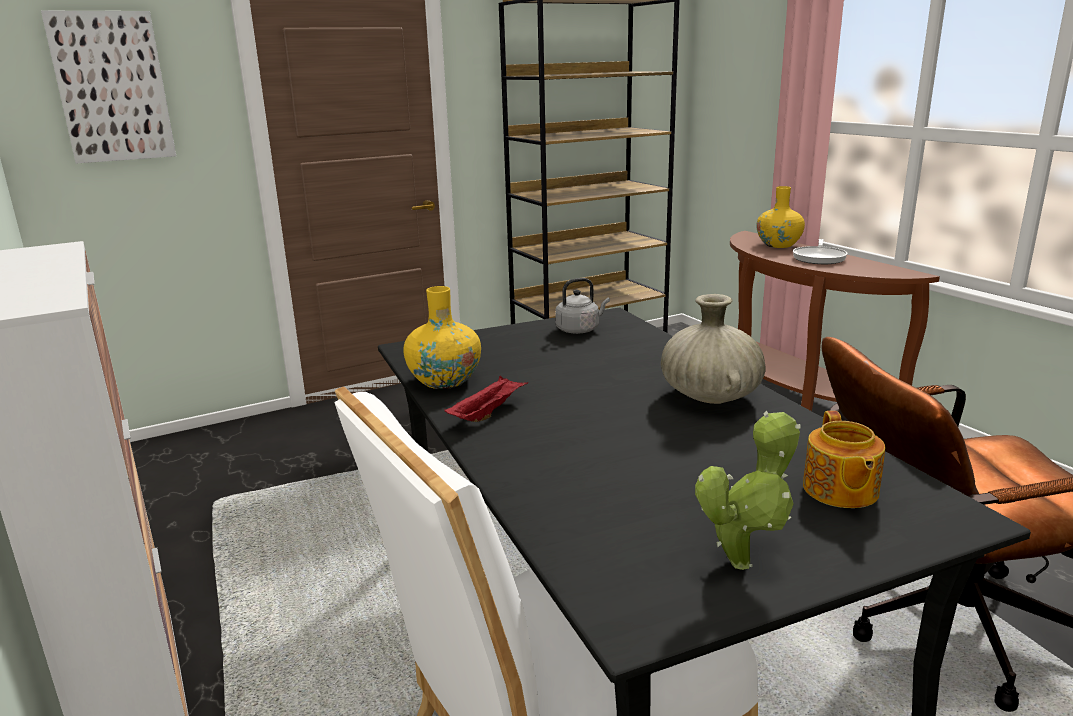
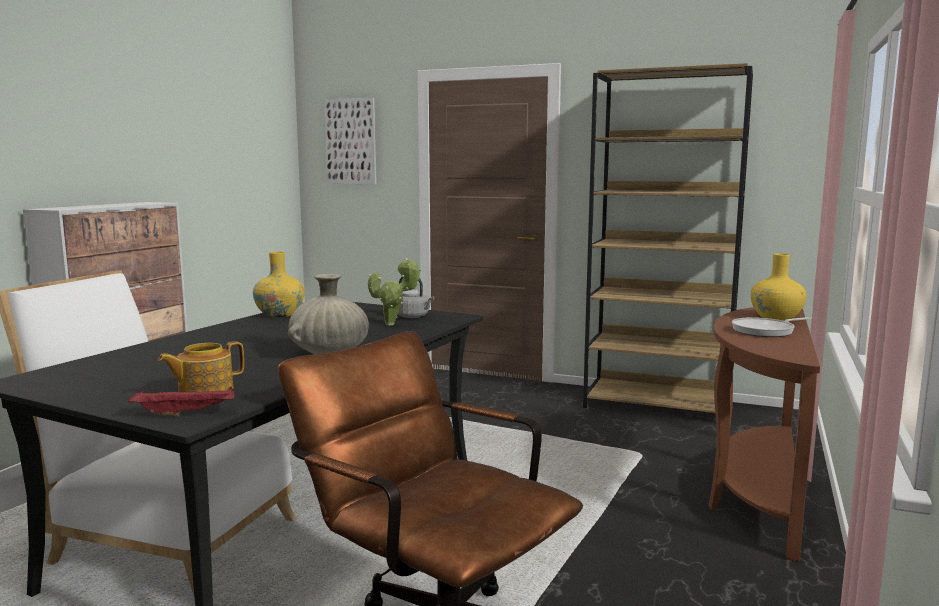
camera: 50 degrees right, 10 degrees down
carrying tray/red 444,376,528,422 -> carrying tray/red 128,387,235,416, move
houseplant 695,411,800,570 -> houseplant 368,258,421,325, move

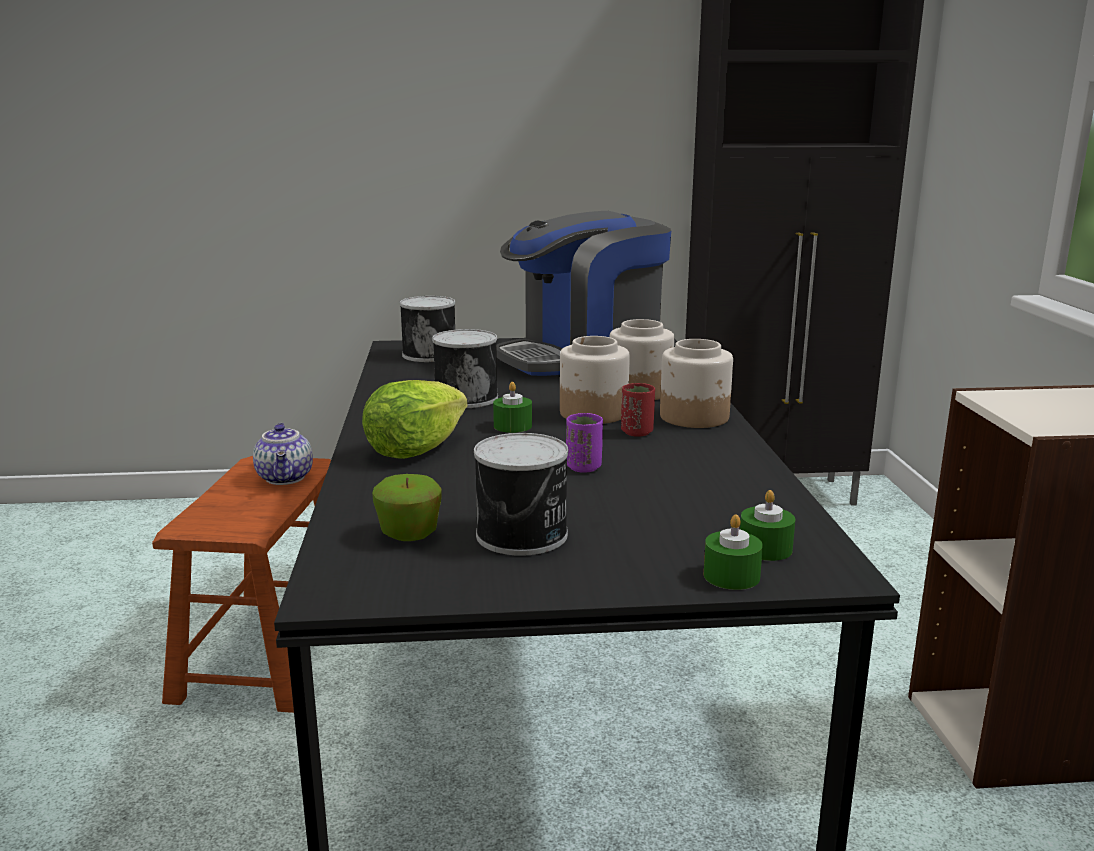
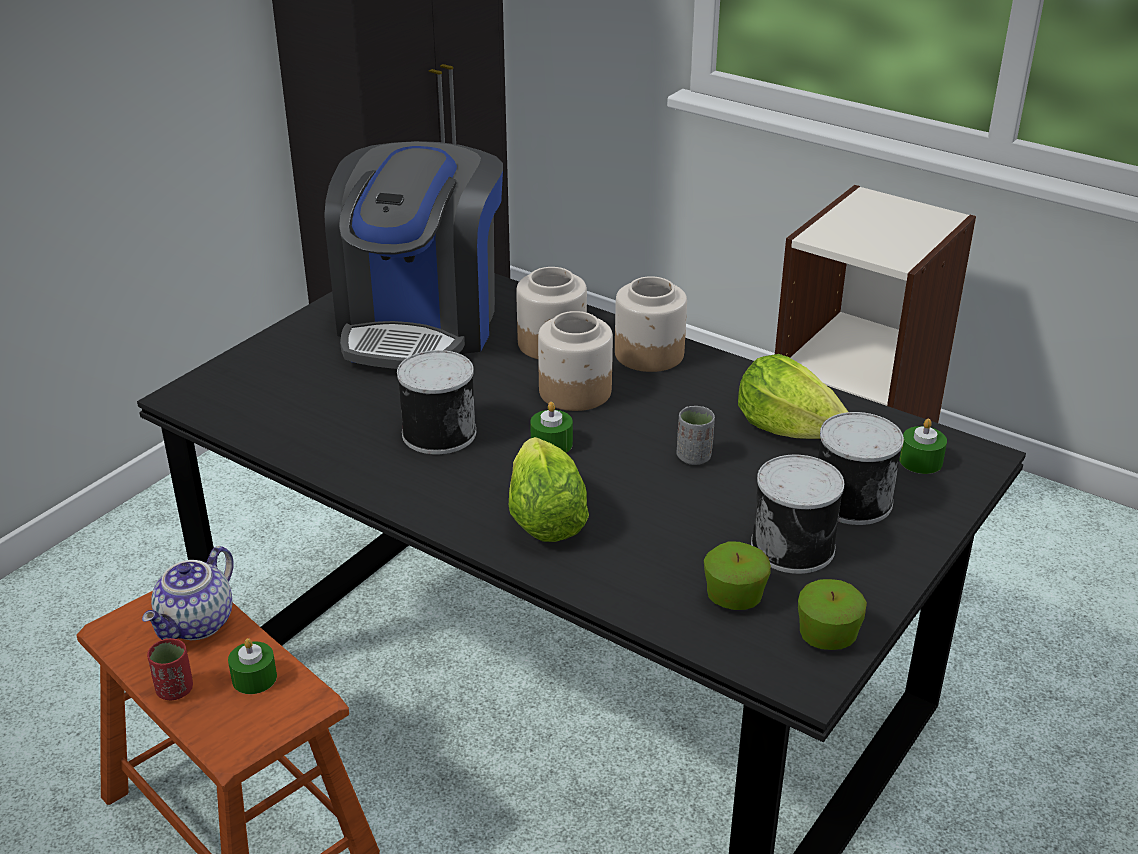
camera: 50 degrees left, 15 degrees up
none -> head of lettuce 738,354,848,439
none -> apple 798,579,867,650
can 400,296,455,362 -> can 818,412,904,525, move
cup/red 621,383,655,437 -> cup/red 147,638,193,700, move
candle/green-coloured 704,515,763,590 -> candle/green-coloured 228,638,277,694, move
cup/purple 566,413,603,473 -> cup/greyish 677,406,715,465
pot for tea 253,423,313,485 -> pot for tea 142,546,234,640, 90 degrees clockwise

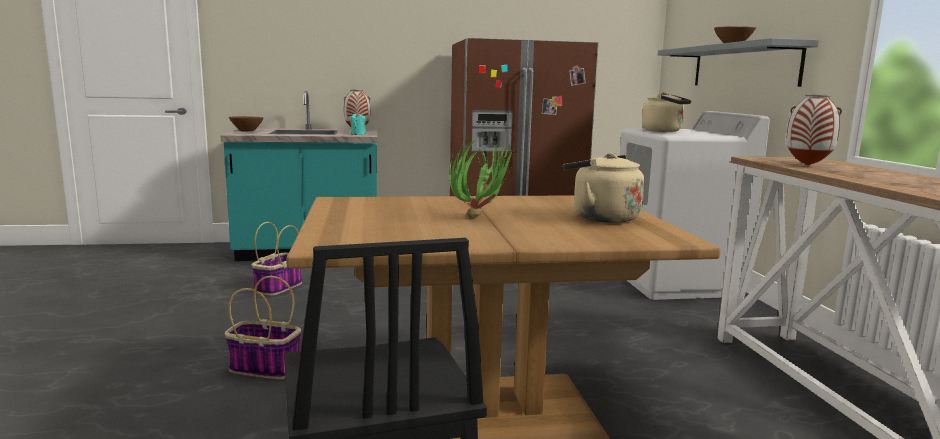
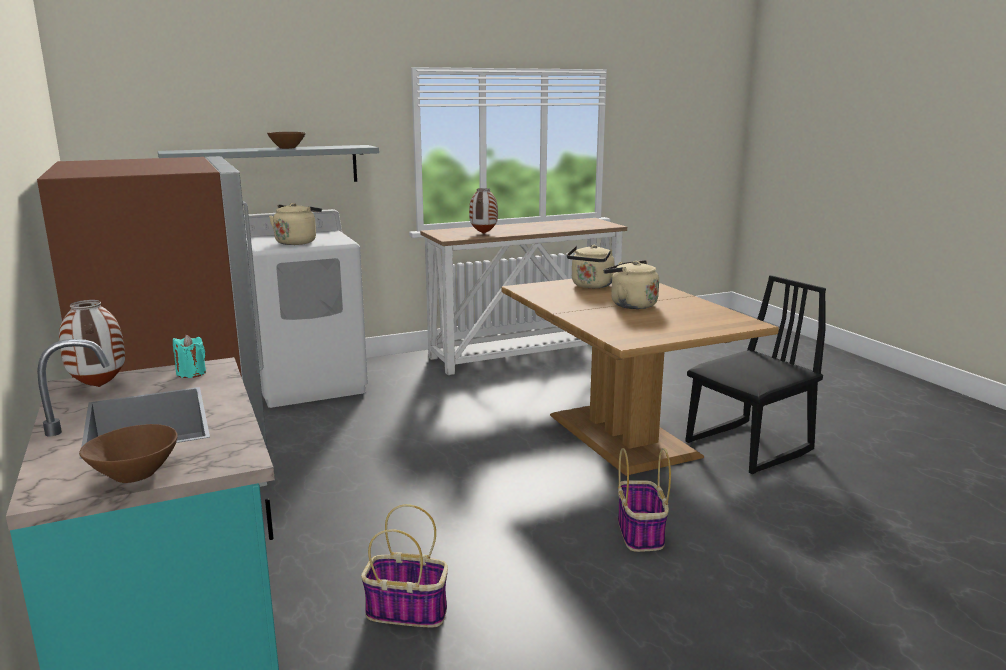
camera: 105 degrees left, 5 degrees up
houseplant 449,137,519,219 -> tea kettle/sand-coloured 603,260,659,309

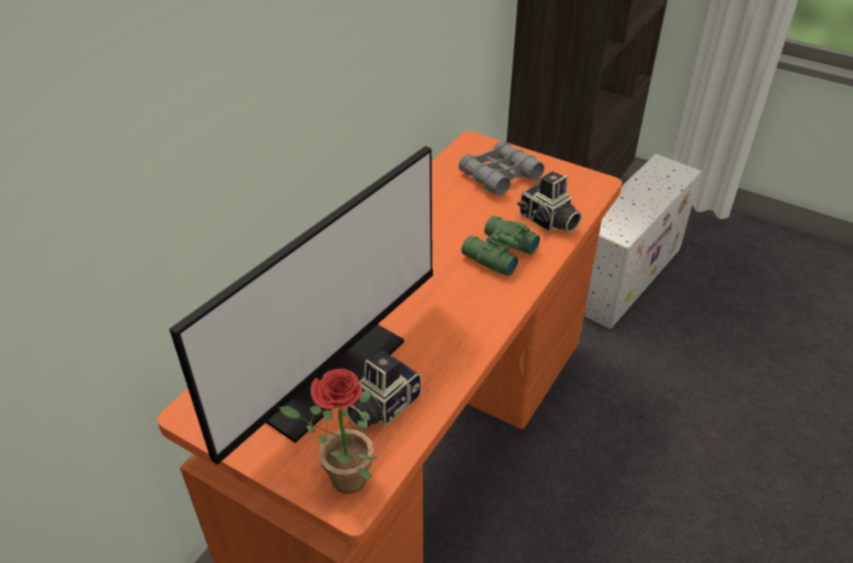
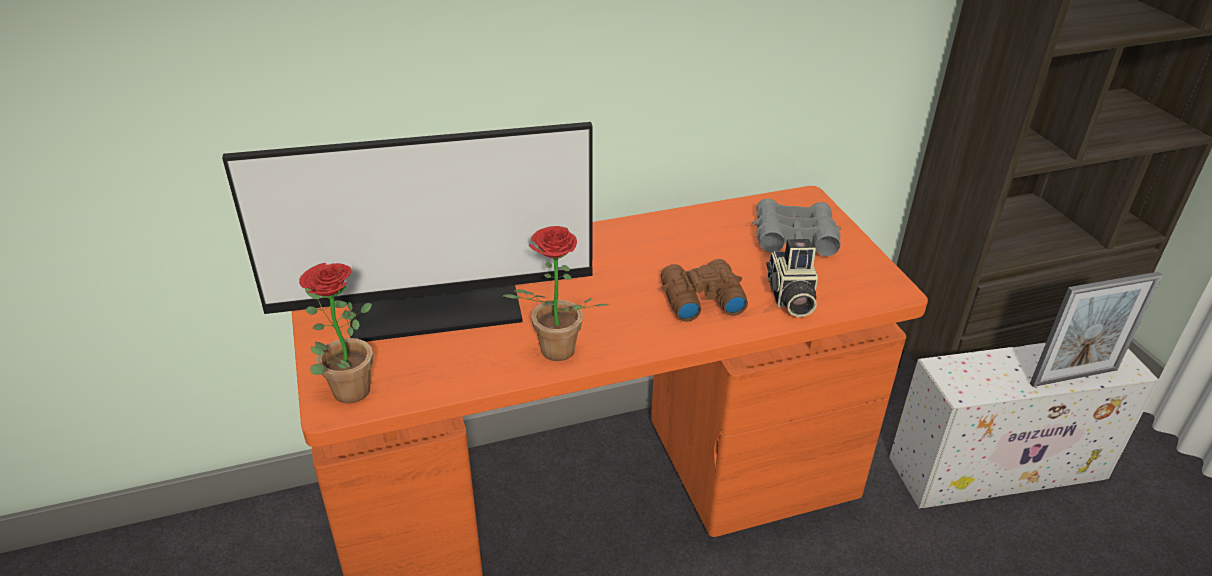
camera: 40 degrees right, 5 degrees down
photo camera 345,351,421,430 -> none
none -> houseplant 503,226,609,361
none -> photo frame 1030,272,1163,387
field glasses/green-coloured 461,216,540,276 -> field glasses/brown 660,259,748,322

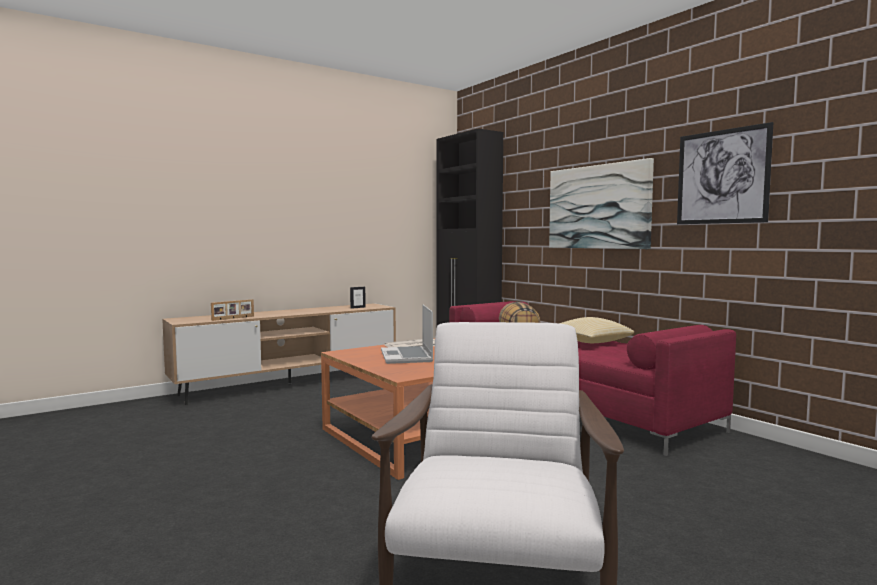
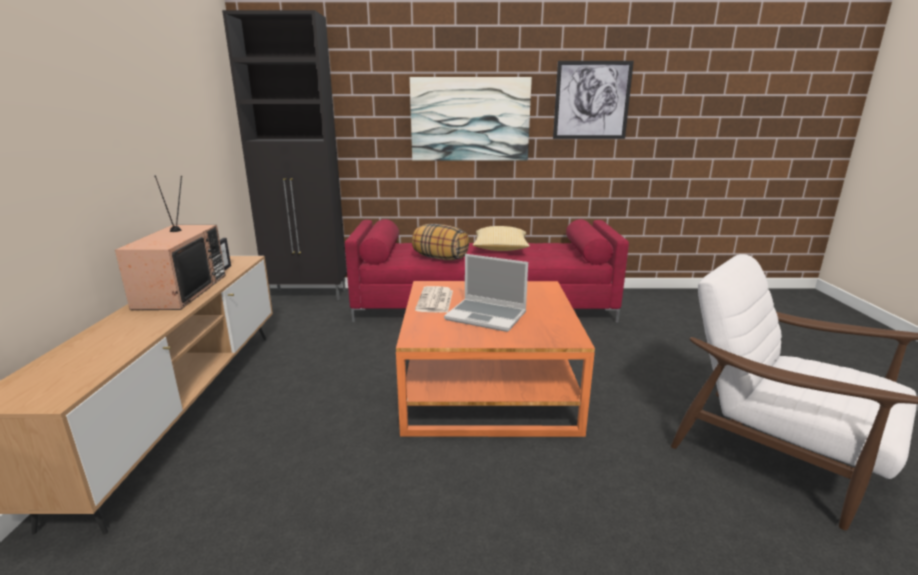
camera: 55 degrees left, 15 degrees up
photo frame 211,299,254,321 -> none
none -> TV set 115,175,226,310

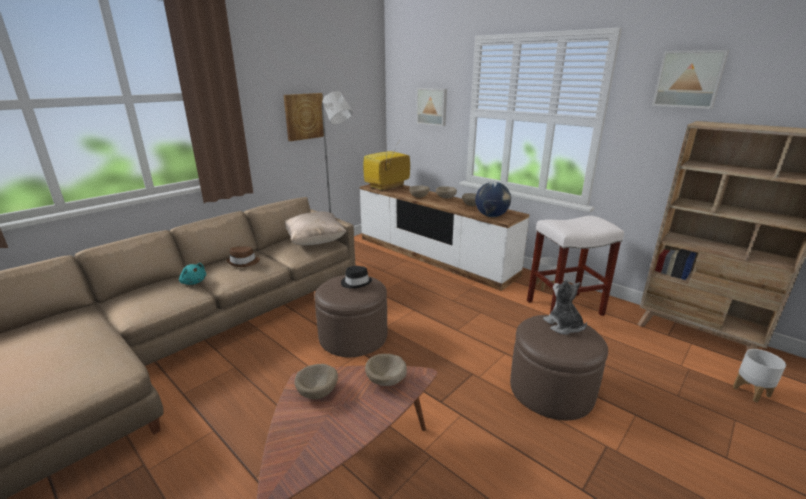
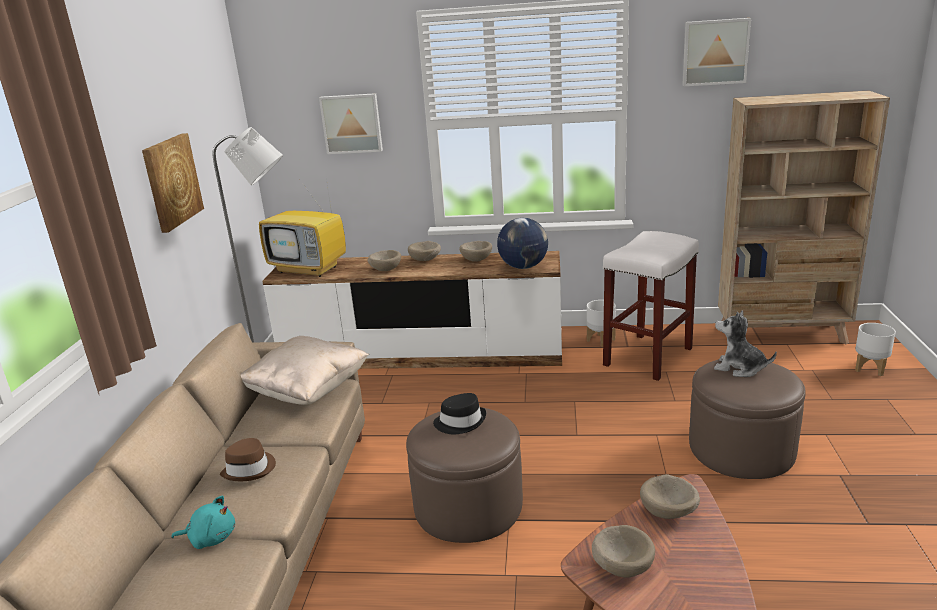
camera: 35 degrees left, 0 degrees up
TV set 363,139,410,191 -> TV set 259,172,346,277, 75 degrees counterclockwise

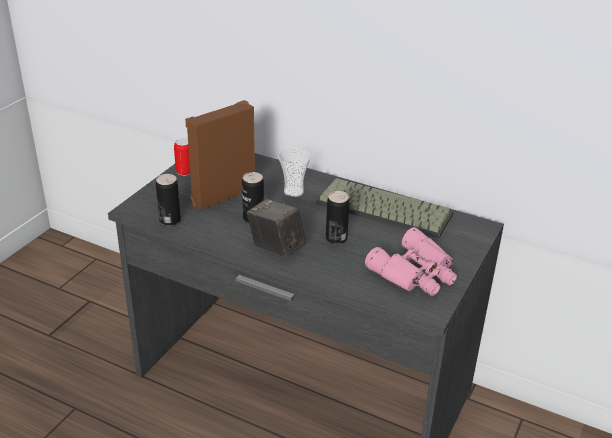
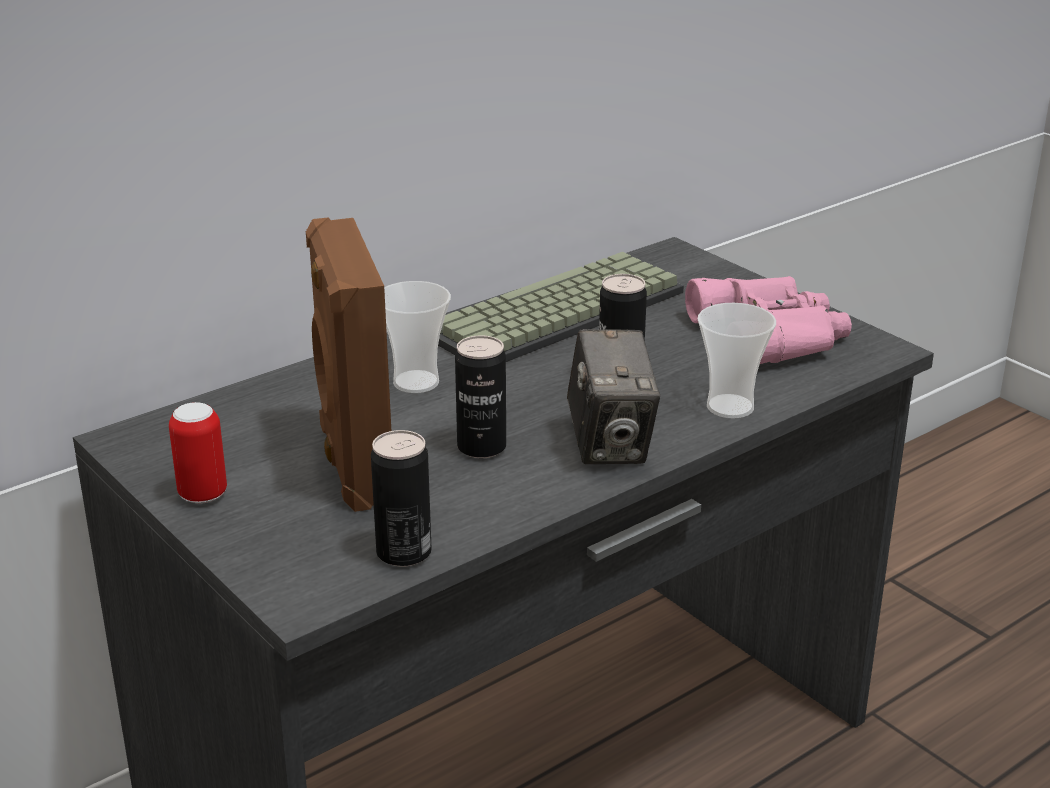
camera: 65 degrees left, 5 degrees down
none -> cup 698,303,776,419
photo camera 247,199,306,257 -> photo camera 567,329,660,464, 75 degrees counterclockwise

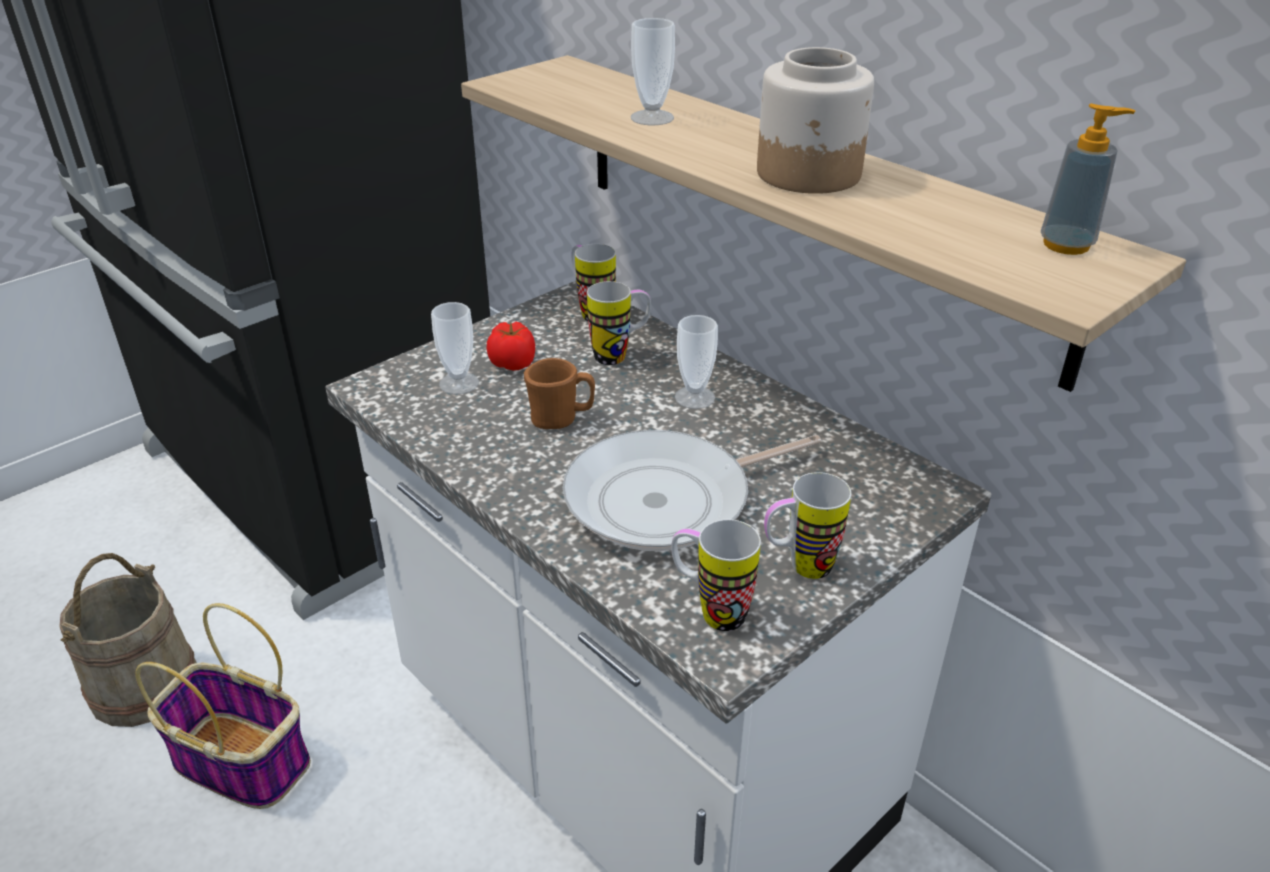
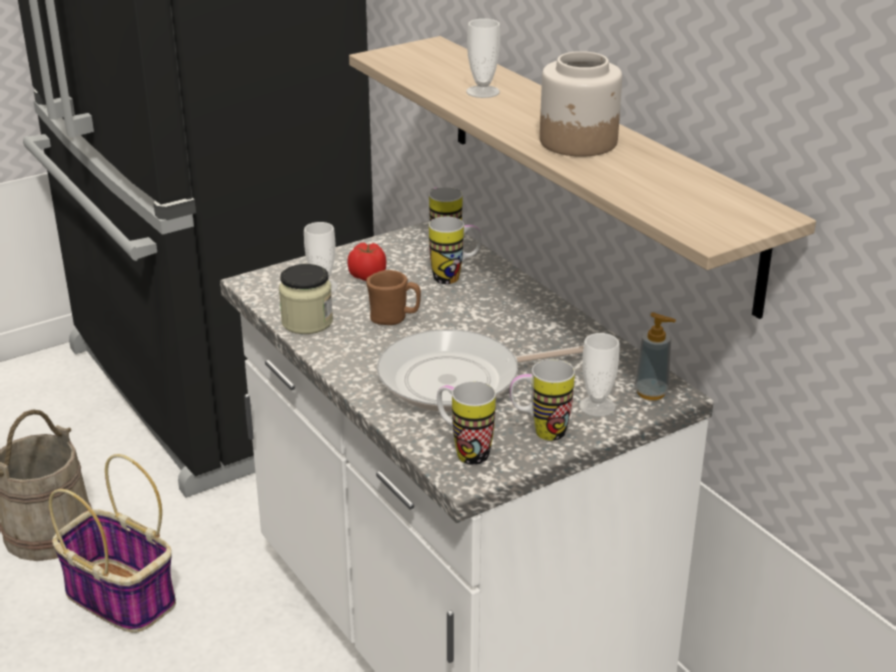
camera: 10 degrees right, 5 degrees down
none -> preserve jar 279,264,333,334
cup 675,315,718,409 -> cup 579,333,620,417, move
liquid soap bottle 1041,104,1135,255 -> liquid soap bottle 634,313,676,400, move

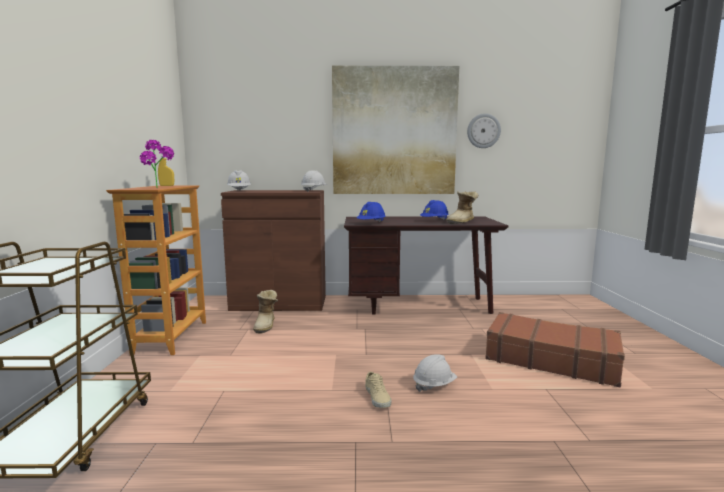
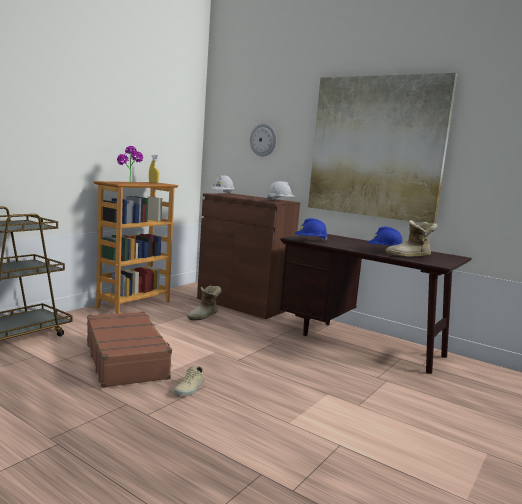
camera: 35 degrees right, 0 degrees up
hard hat/white-coloured 413,354,457,392 -> none
wall clock 467,113,501,148 -> wall clock 250,124,276,157, move
travel case/brown 485,312,625,388 -> travel case/brown 87,311,173,388, move

